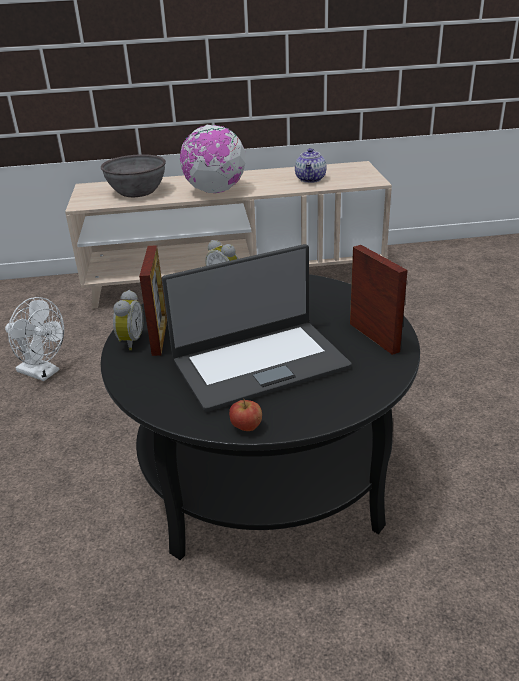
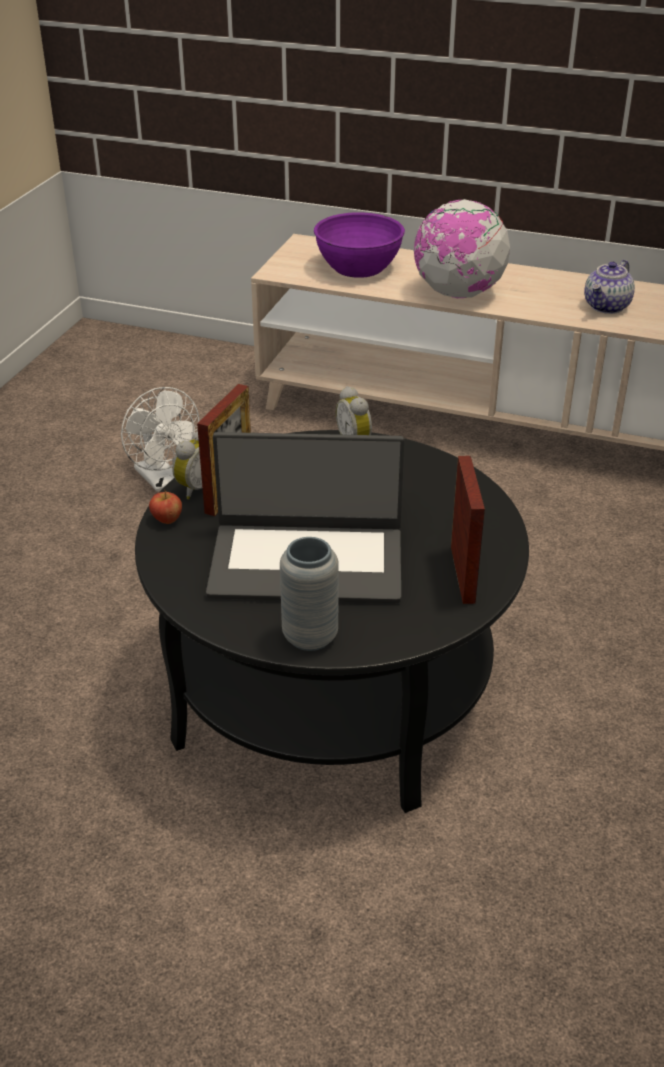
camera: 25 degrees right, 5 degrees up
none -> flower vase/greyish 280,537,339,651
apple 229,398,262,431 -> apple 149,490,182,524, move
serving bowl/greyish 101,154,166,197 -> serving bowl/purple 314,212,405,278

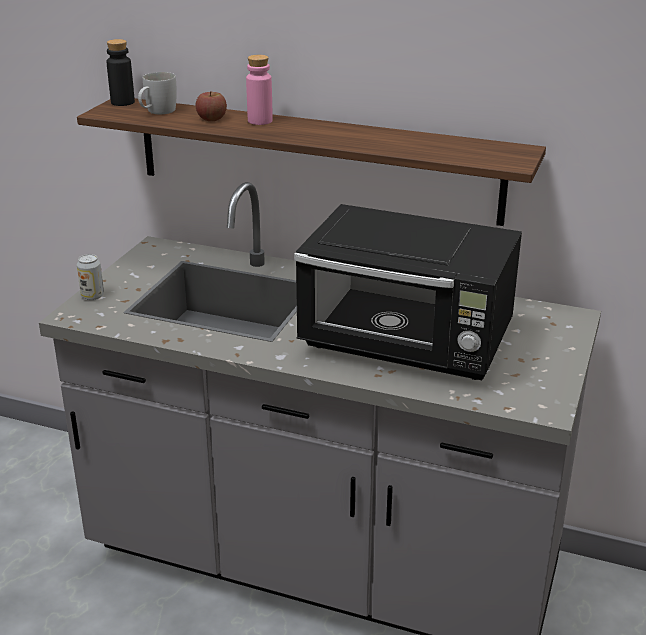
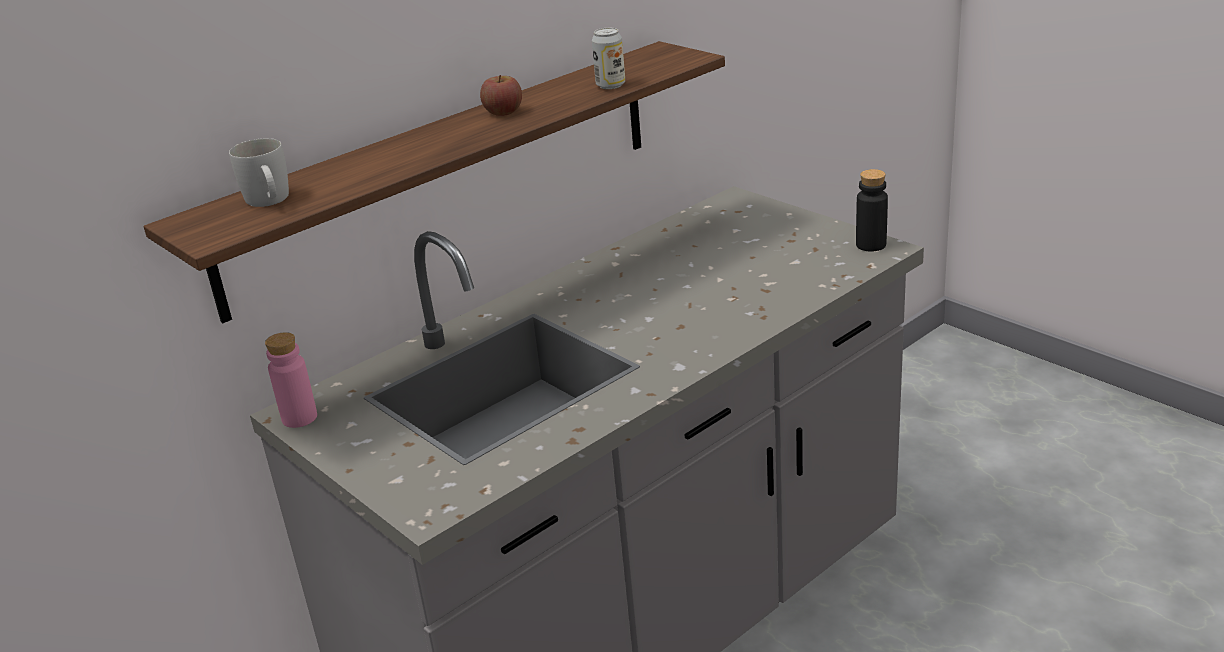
camera: 60 degrees left, 0 degrees up
kitchen microwave/blackish 294,204,522,380 -> none
can 77,254,104,300 -> can 592,28,625,89, move
drink bottle/blackish 106,39,135,106 -> drink bottle/blackish 856,169,888,251, move
apple 196,91,227,121 -> apple 480,75,522,116, move
drink bottle/pinkish 246,55,273,125 -> drink bottle/pinkish 265,332,317,428, move

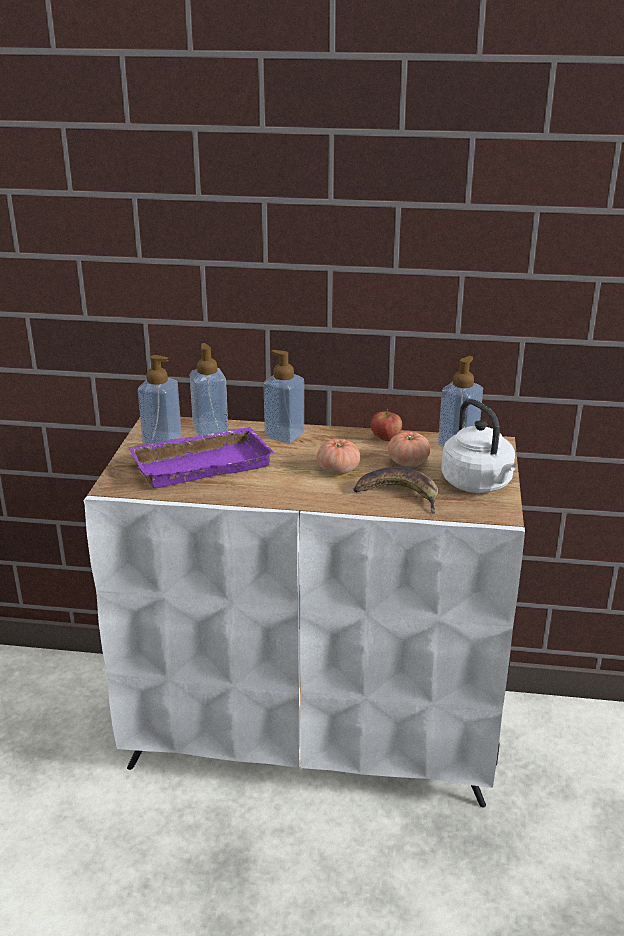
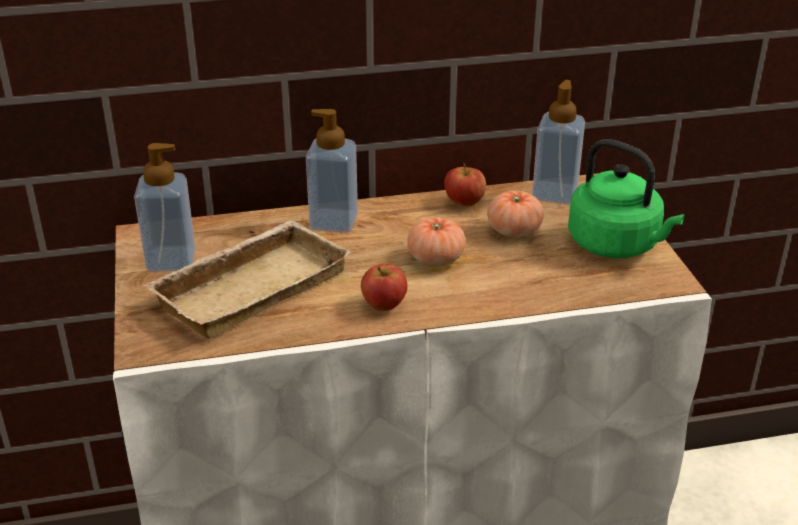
camera: 20 degrees left, 5 degrees up
liquid soap bottle 190,343,228,436 -> none
banana fruit 354,467,438,514 -> none
none -> apple 361,263,408,311
carrying tray/purple 128,427,274,488 -> carrying tray/sand-coloured 143,220,352,339
tea kettle/white-coloured 441,399,516,493 -> tea kettle/green-coloured 568,139,685,258

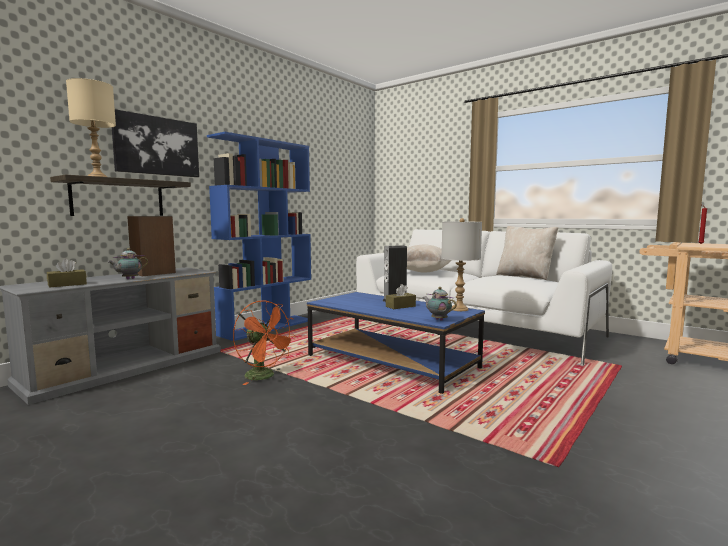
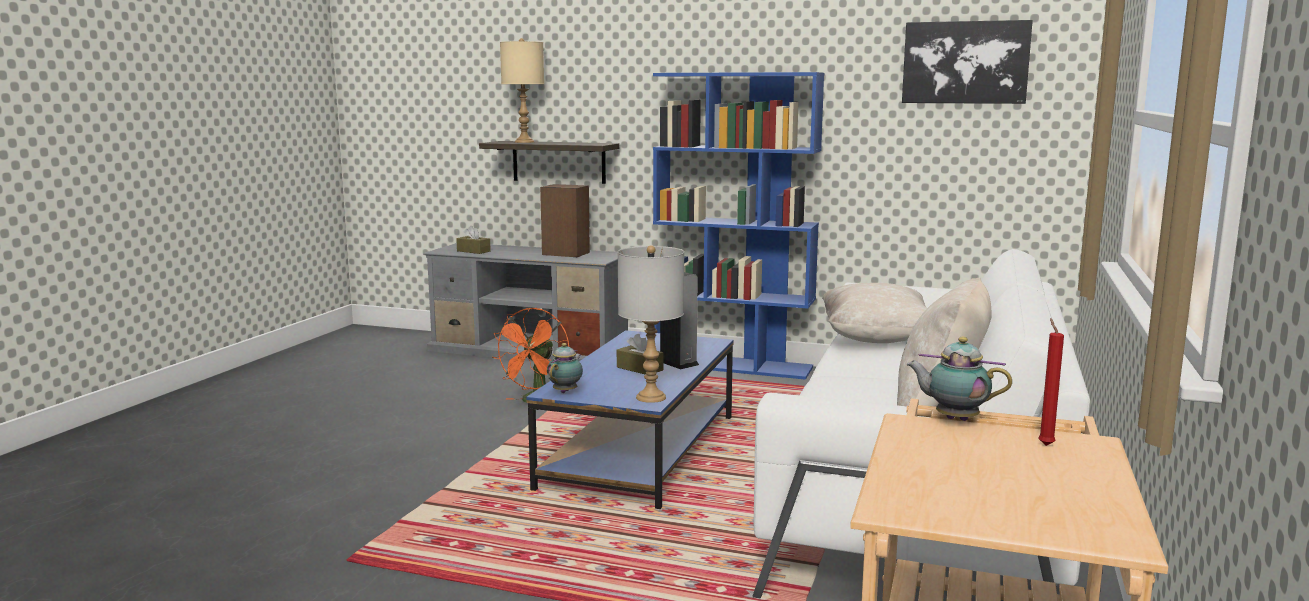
camera: 70 degrees right, 5 degrees up
pot for tea 108,248,148,279 -> pot for tea 906,337,1012,421, move
picture 112,109,199,177 -> picture 902,20,1033,104, move

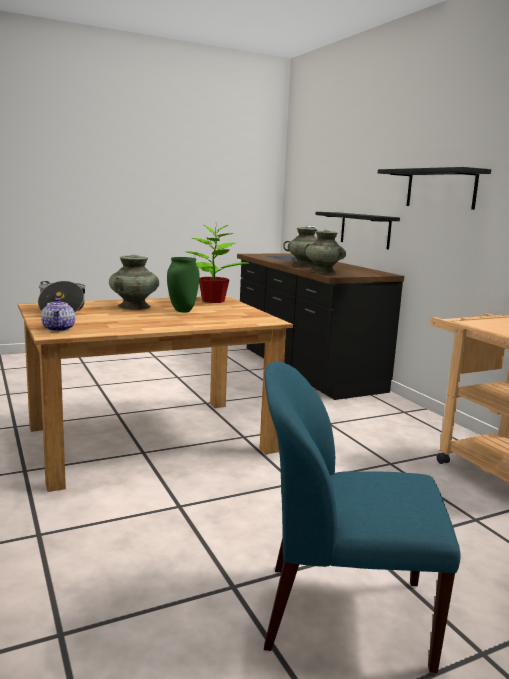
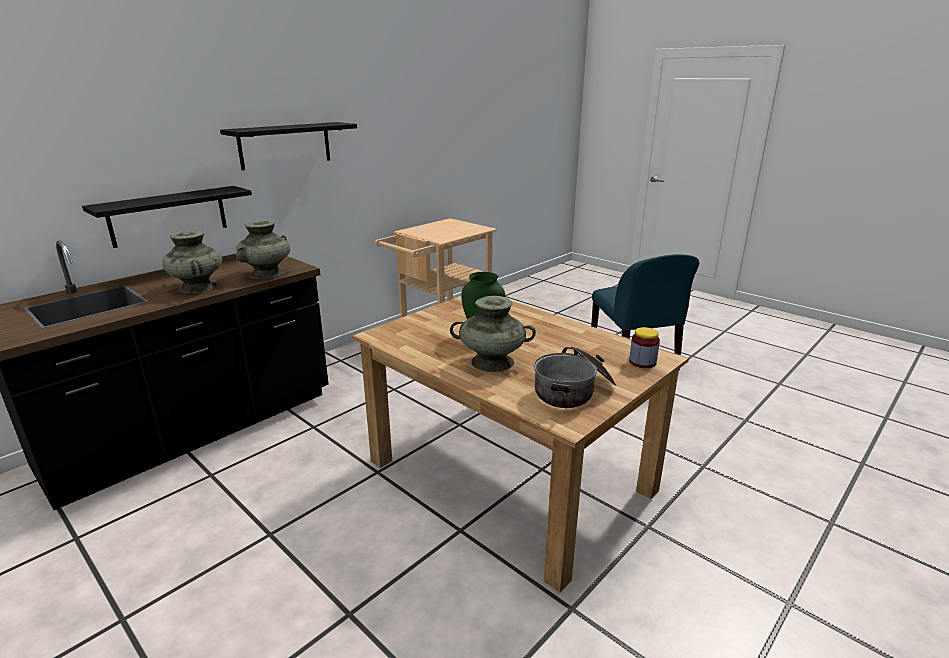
camera: 110 degrees left, 10 degrees up
houseplant 185,224,250,303 -> none
pot for tea 41,298,75,332 -> preserve jar 629,327,660,368

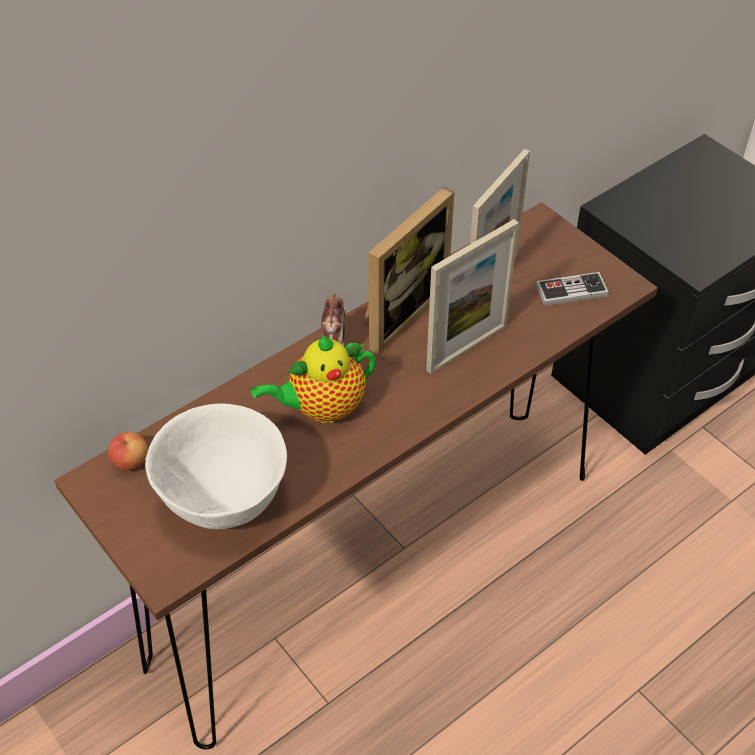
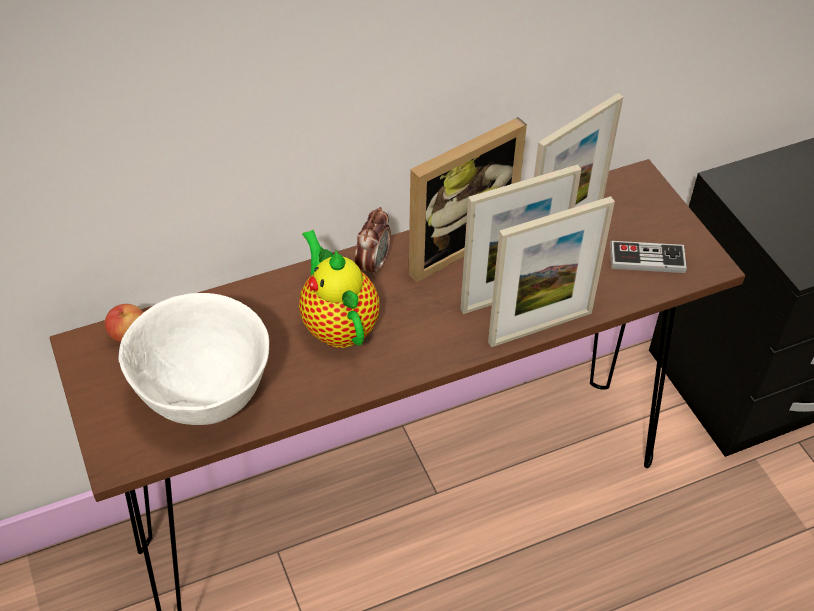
camera: 15 degrees right, 0 degrees up
none -> photo frame 488,196,615,347
pot for tea 251,336,376,423 -> pot for tea 299,230,380,348, 75 degrees clockwise

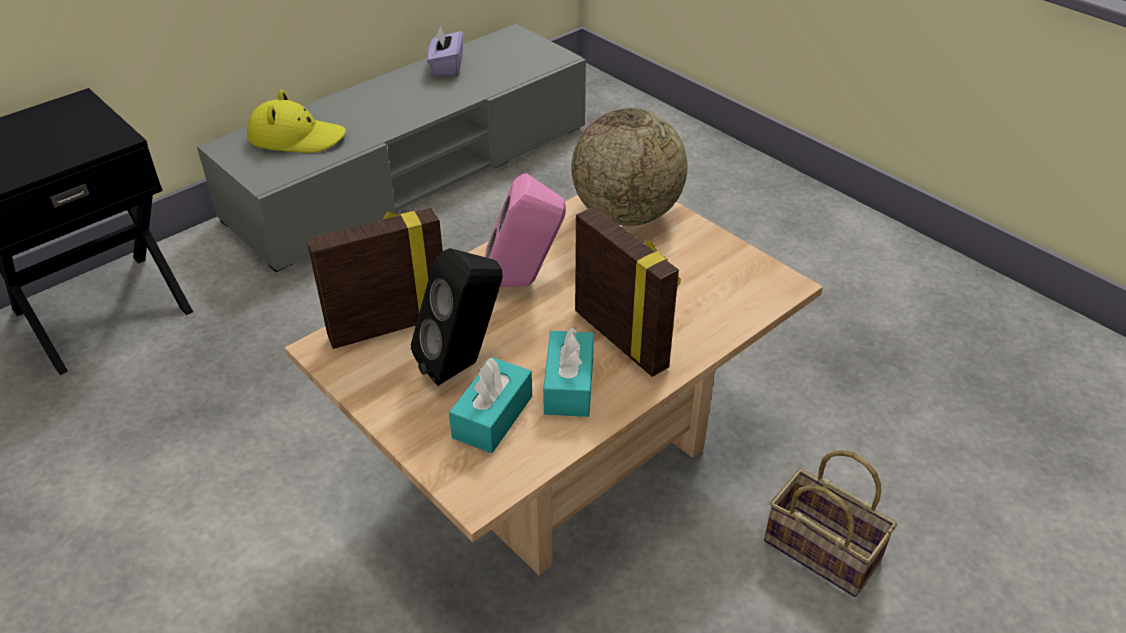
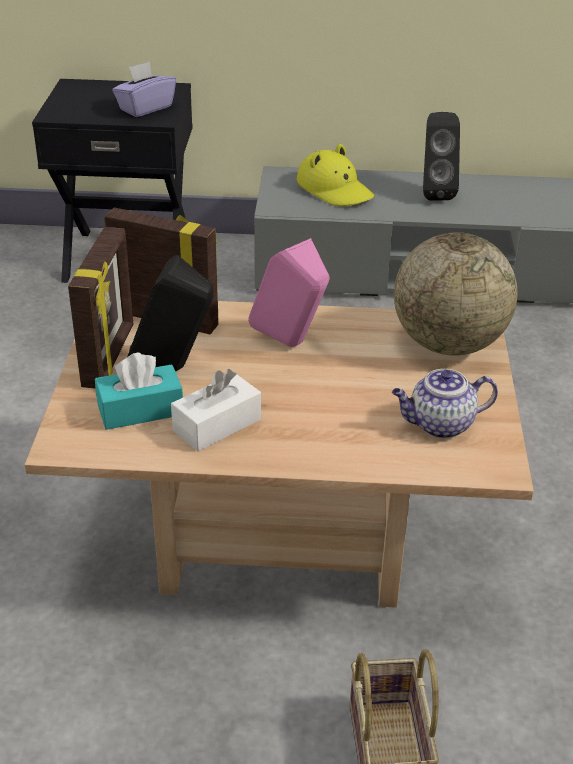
camera: 45 degrees right, 5 degrees down
none -> pot for tea 392,369,498,439
none -> loudspeaker/blackish 423,112,460,200
tissue box/purple 427,25,463,77 -> tissue box/purple 112,61,176,117, move
photo frame 575,207,681,377 -> photo frame 68,227,133,389, move
tissue box/blue-green 543,327,594,417 -> tissue box/white-coloured 171,369,261,451

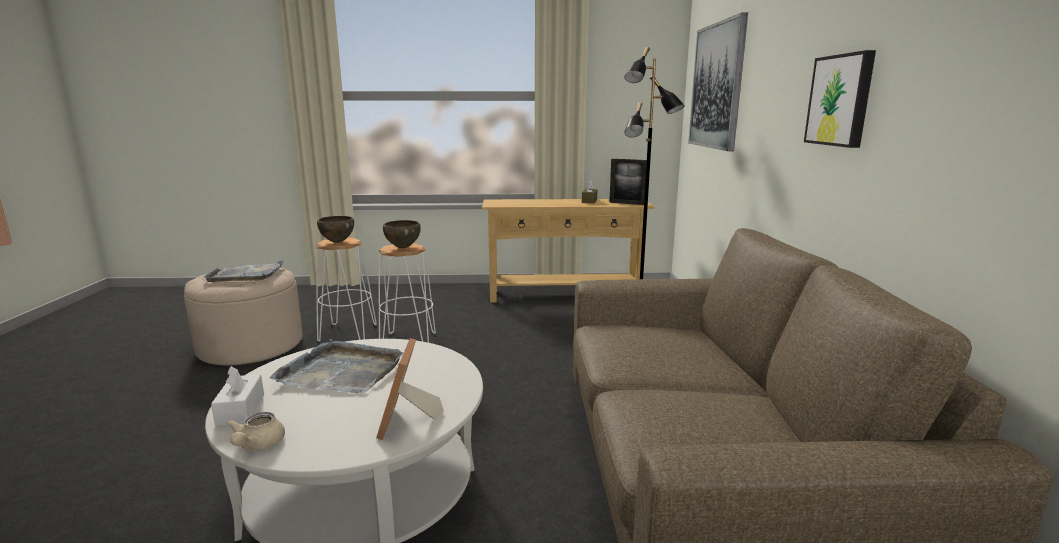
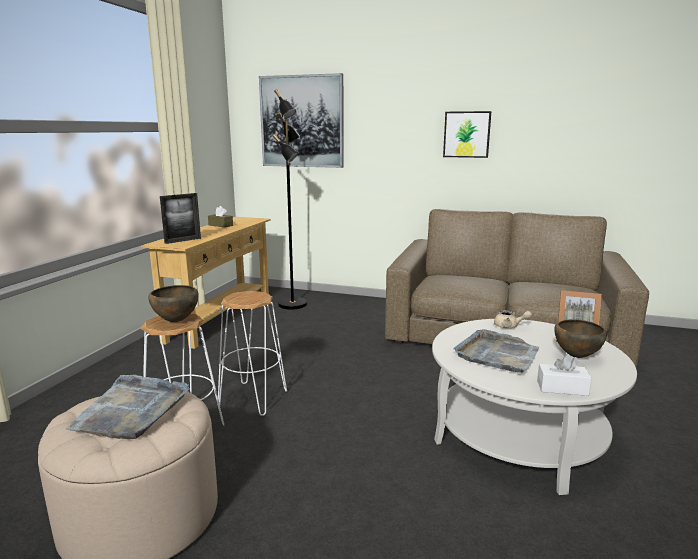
camera: 70 degrees left, 0 degrees up
pot for tea/sand-coloured 226,412,285,450 -> pot for tea/sand-coloured 494,310,532,328, move
serving bowl/brown 383,220,421,248 -> serving bowl/brown 555,319,607,358, move
photo frame 609,159,647,205 -> photo frame 160,193,201,244, move

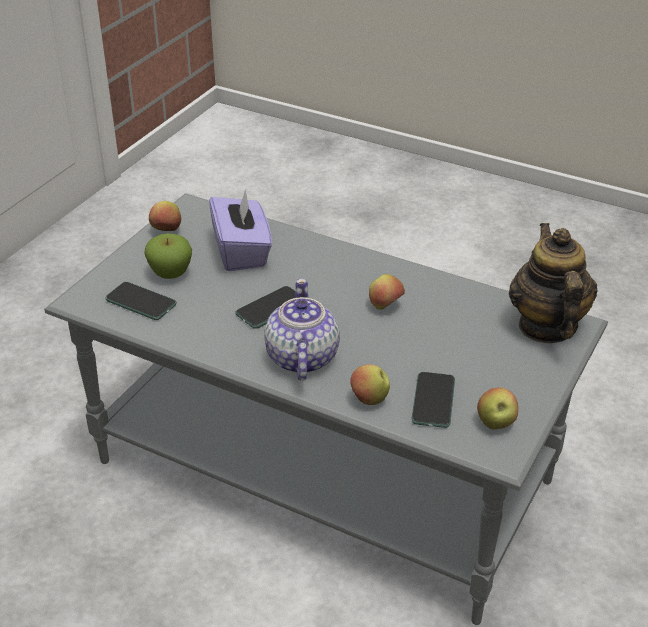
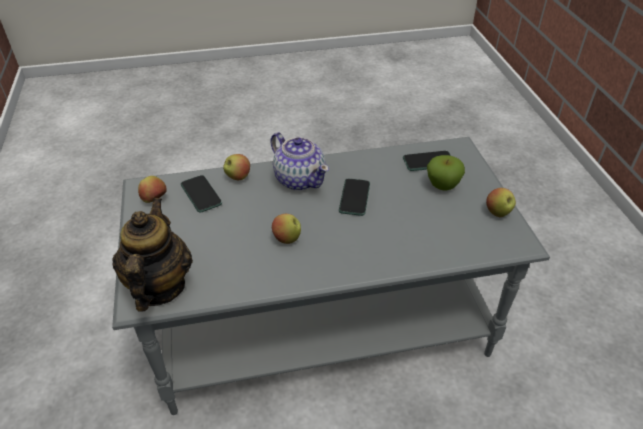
camera: 140 degrees right, 5 degrees up
tissue box/purple 209,190,272,271 -> none
pot for tea 509,223,598,343 -> pot for tea 112,198,193,312, 135 degrees counterclockwise

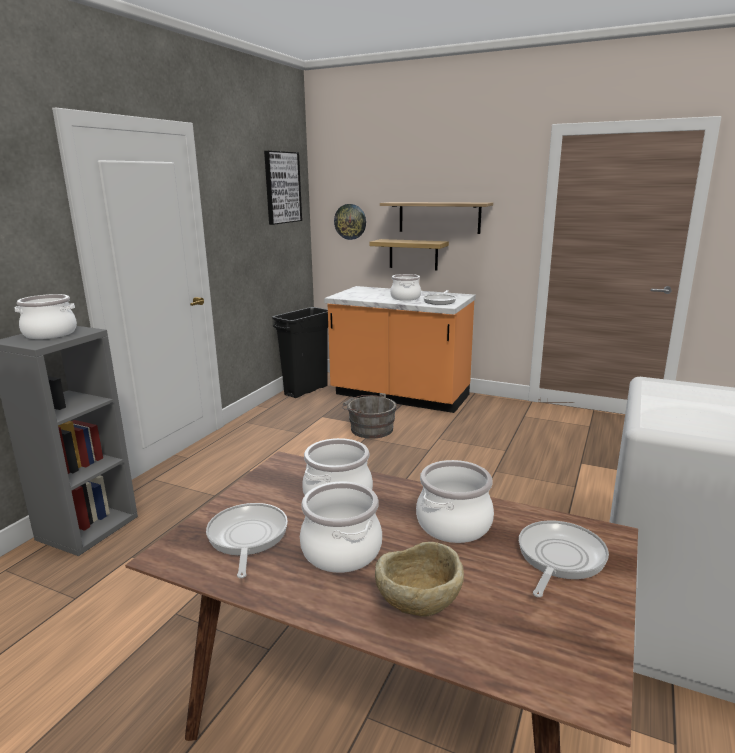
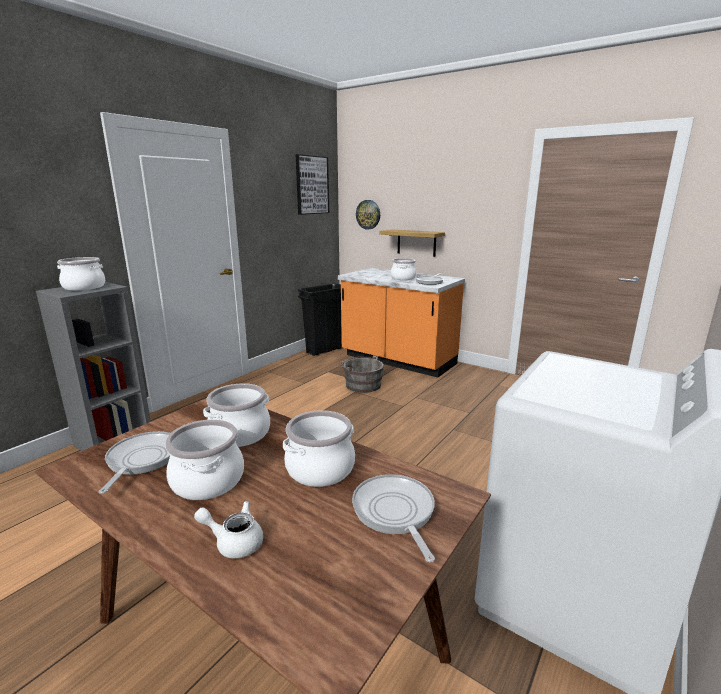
camera: 10 degrees right, 0 degrees up
shelf 380,202,493,234 -> none
serving bowl/sand-coloured 375,542,464,617 -> pot for tea/white-coloured 194,501,263,559
skillet 519,520,609,597 -> skillet 352,474,435,562, 60 degrees counterclockwise

